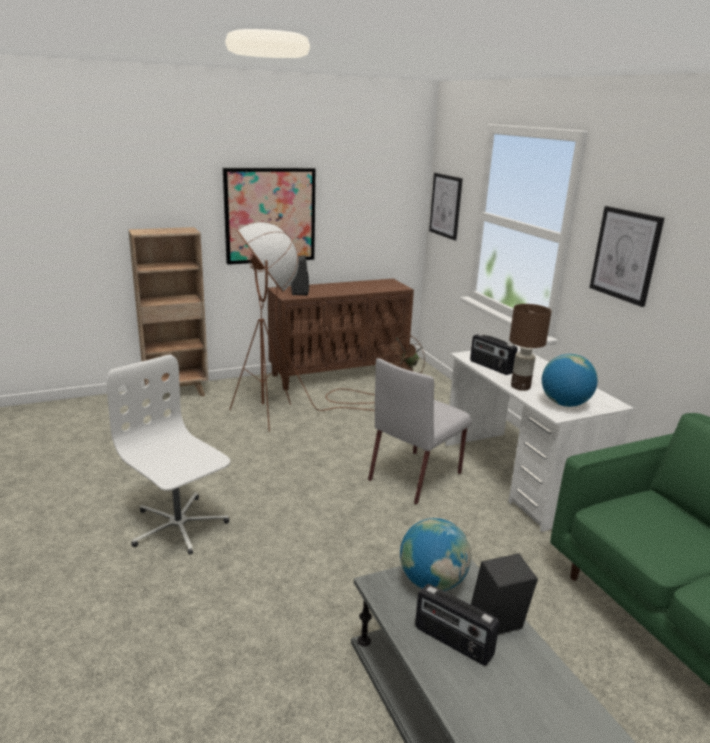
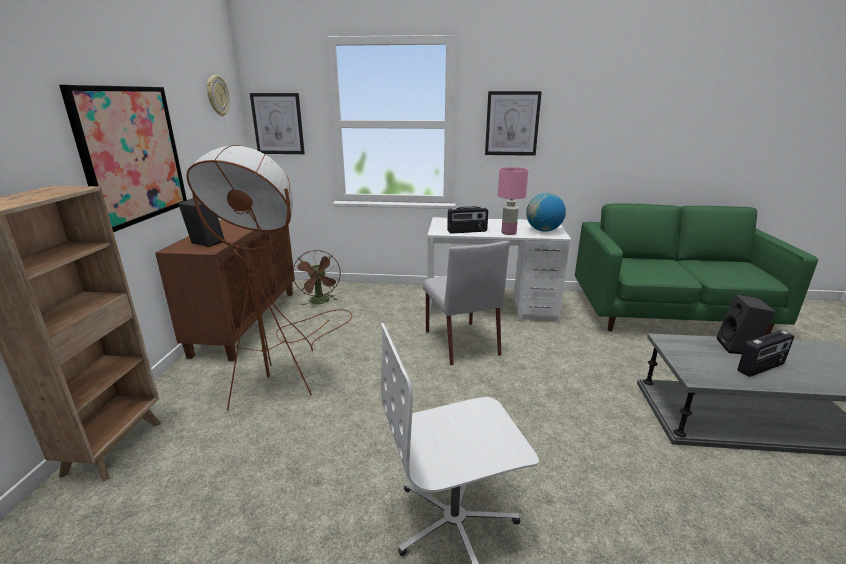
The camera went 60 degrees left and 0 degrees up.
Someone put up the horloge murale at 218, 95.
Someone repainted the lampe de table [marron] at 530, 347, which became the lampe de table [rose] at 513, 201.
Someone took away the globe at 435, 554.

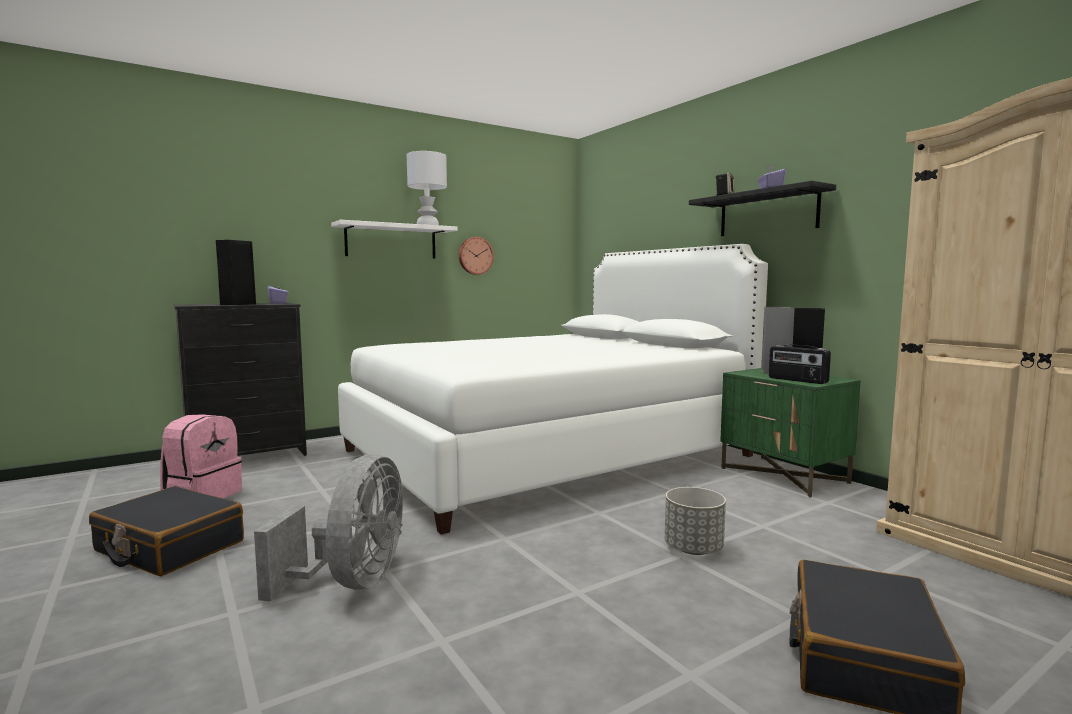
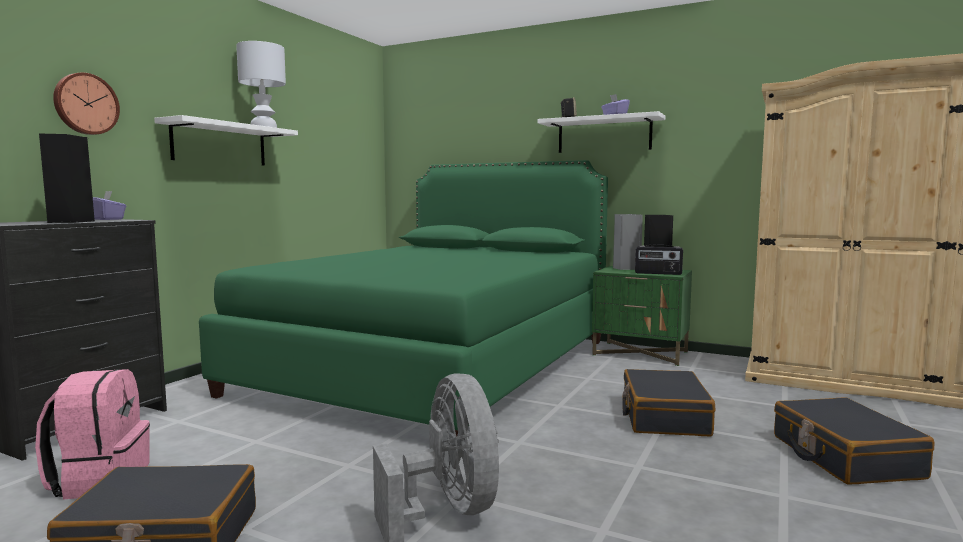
The camera went 30 degrees left and 0 degrees up.
Someone carried the horloge murale from 476, 256 to 86, 103.
Someone repainted the lit [blanc] at 553, 389, which became the lit [vert] at 403, 298.
Someone repainted the étagère [noir] at 762, 208, which became the étagère [blanc] at 601, 132.
Someone swapped the cache-pot [gris] at 695, 521 for the valise [noir] at 668, 402.

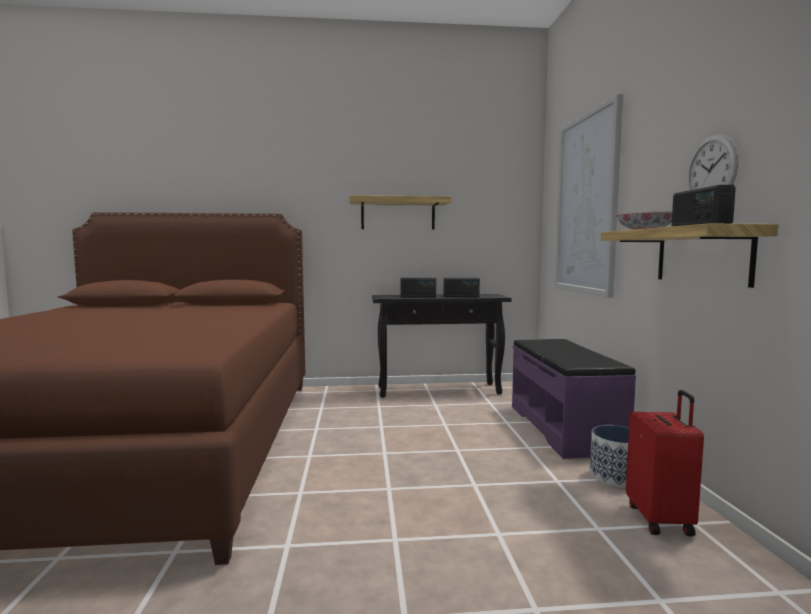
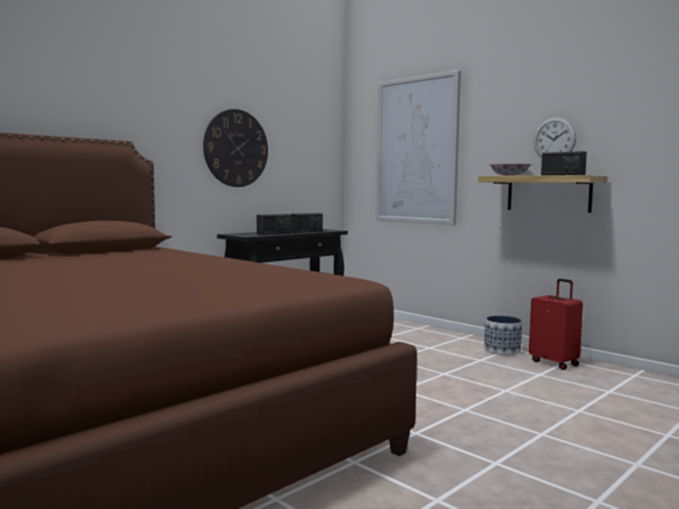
The camera went 40 degrees left and 0 degrees up.
Someone swapped the étagère at 400, 212 for the horloge murale at 235, 148.
Someone took away the banc [violet] at 574, 399.

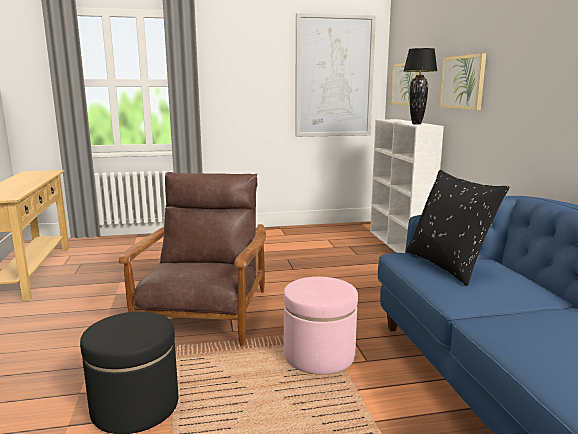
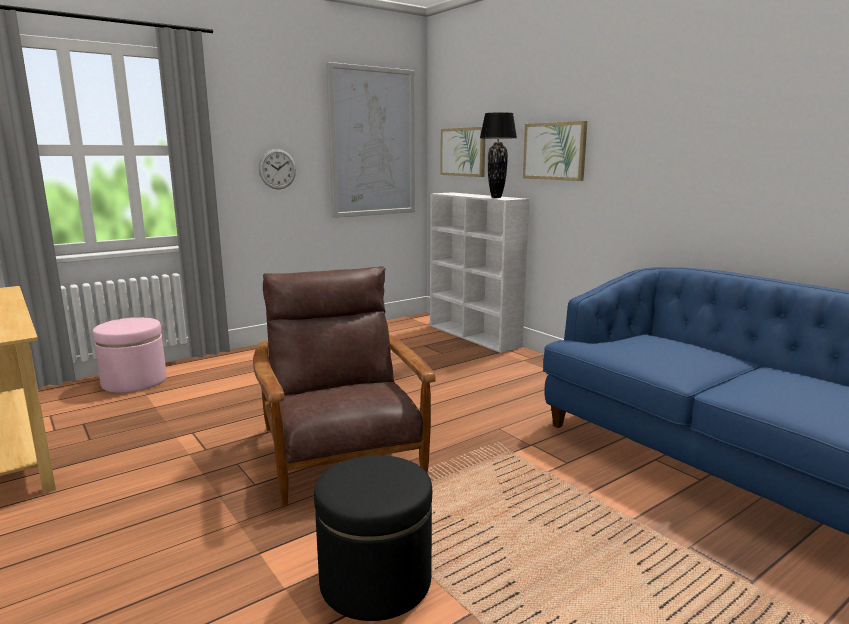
The camera went 25 degrees left and 0 degrees up.
Someone carried the pouf [rose] from 320, 326 to 129, 355.
Someone put up the horloge murale at 277, 169.
Someone took away the coussin [noir] at 457, 228.

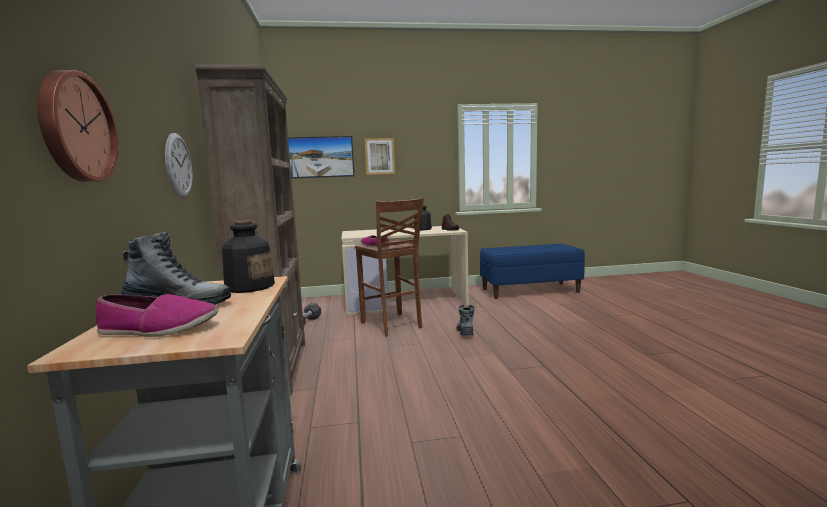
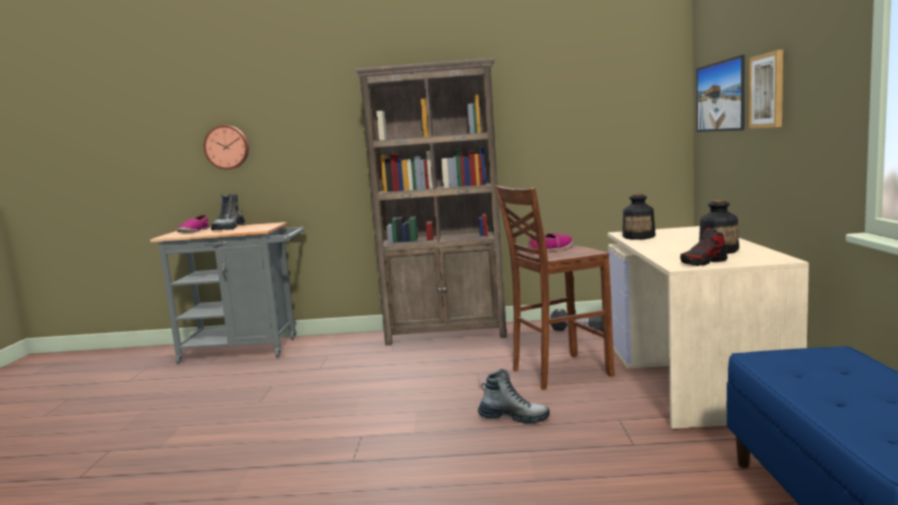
The camera went 100 degrees right and 0 degrees up.
Someone carried the bouteille from 248, 256 to 639, 217.
Someone took away the horloge murale at 179, 165.

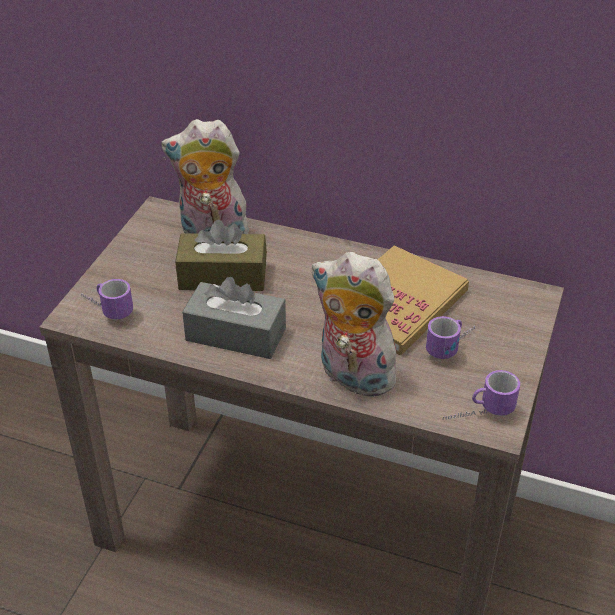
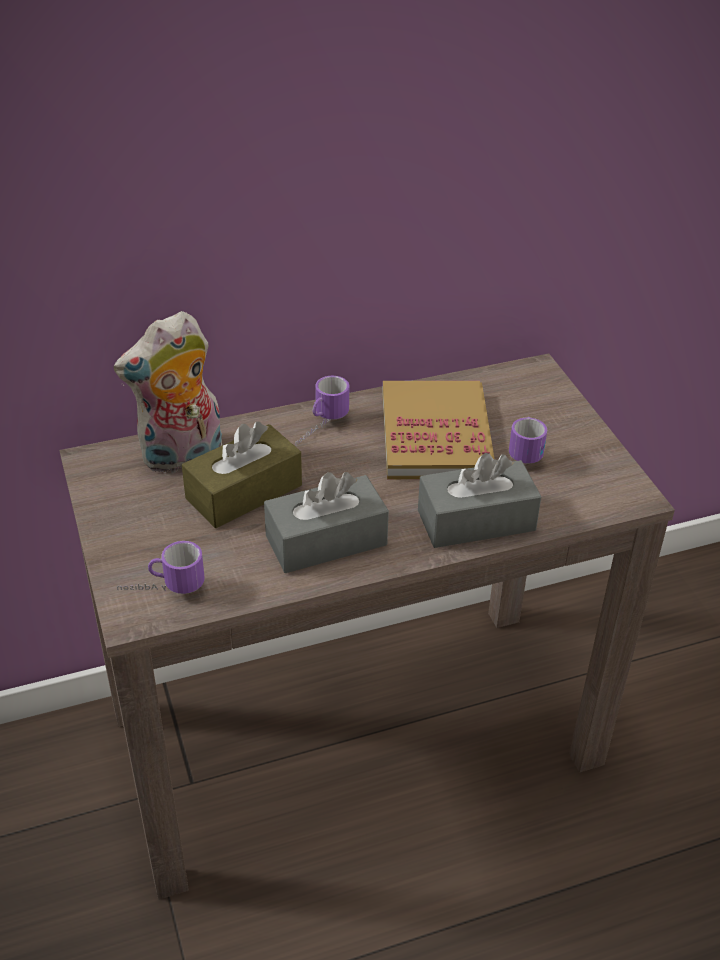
The camera went 40 degrees left and 0 degrees up.
Someone carried the mug from 481, 395 to 322, 411.
Someone swapped the peluche at 357, 324 for the boîte à mouchoirs [gris] at 480, 500.

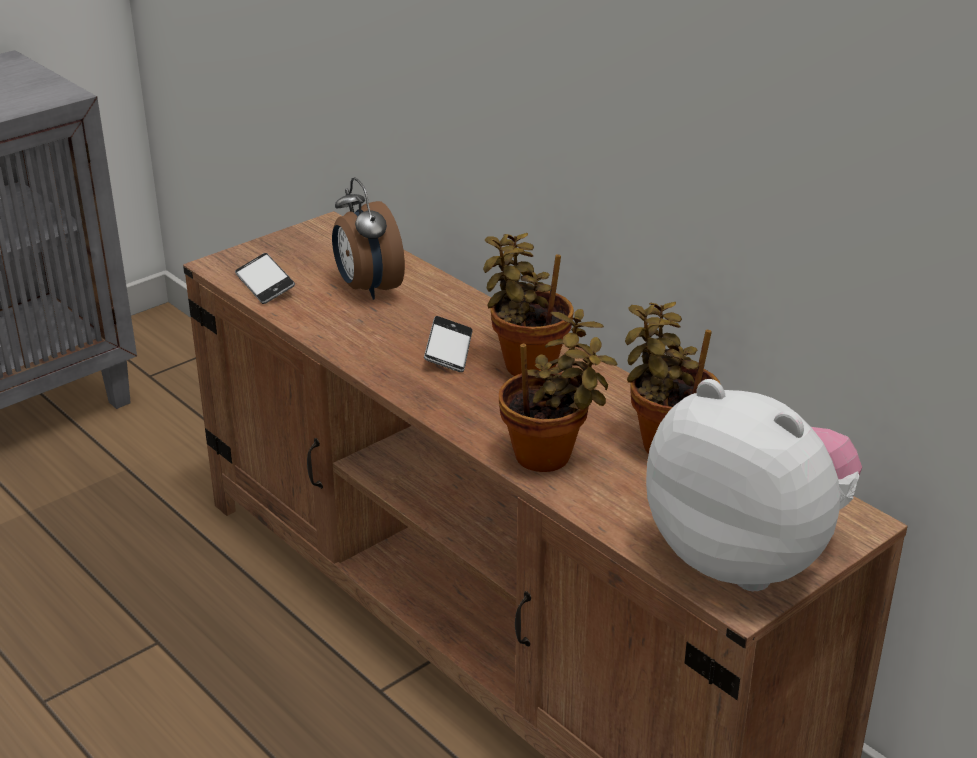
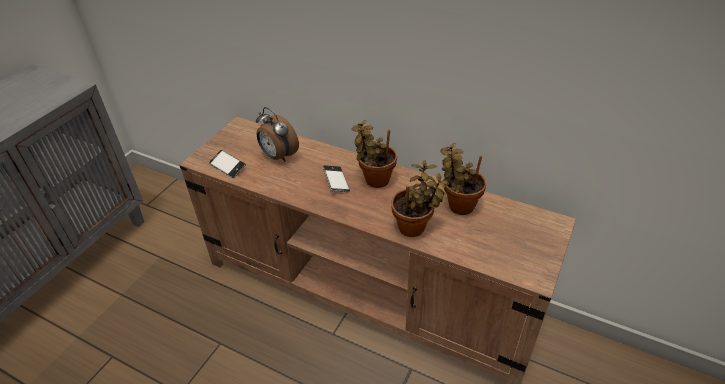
The camera went 20 degrees left and 10 degrees up.
Someone took away the peluche at 754, 485.

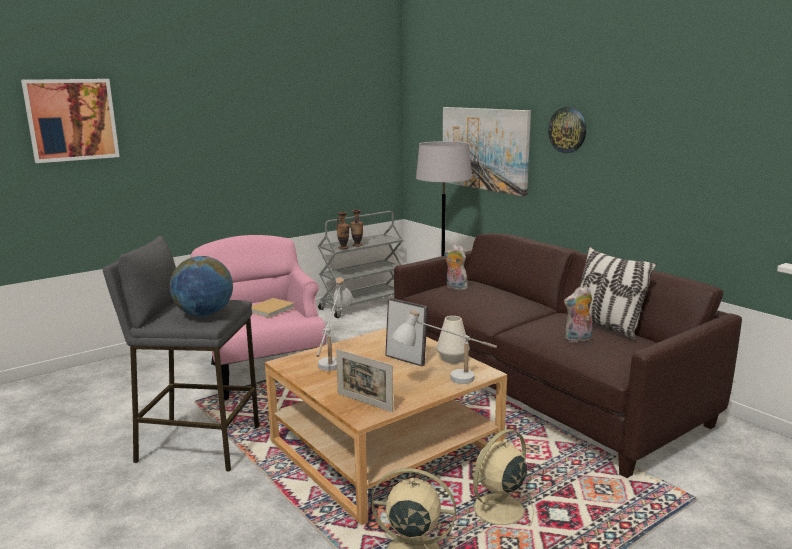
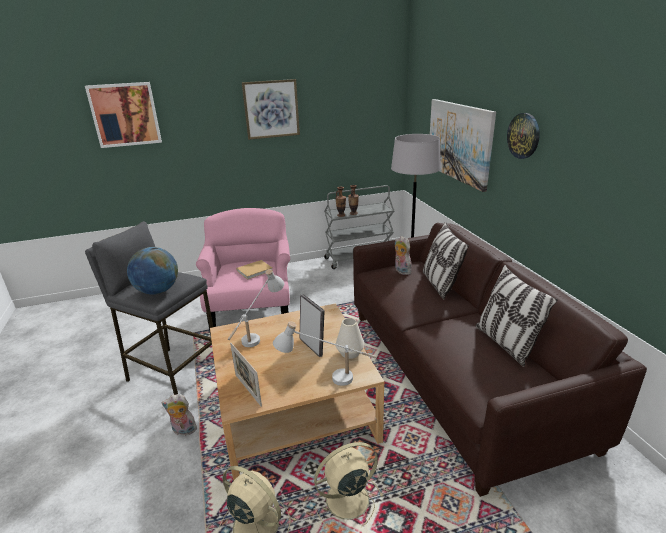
The camera went 20 degrees right and 10 degrees up.
Someone carried the peluche from 578, 314 to 179, 414.
Someone put up the tableau at 271, 109.
Someone put down the coussin at 446, 260.

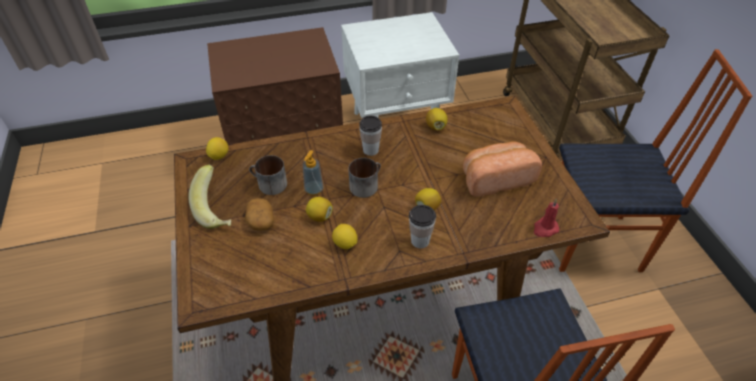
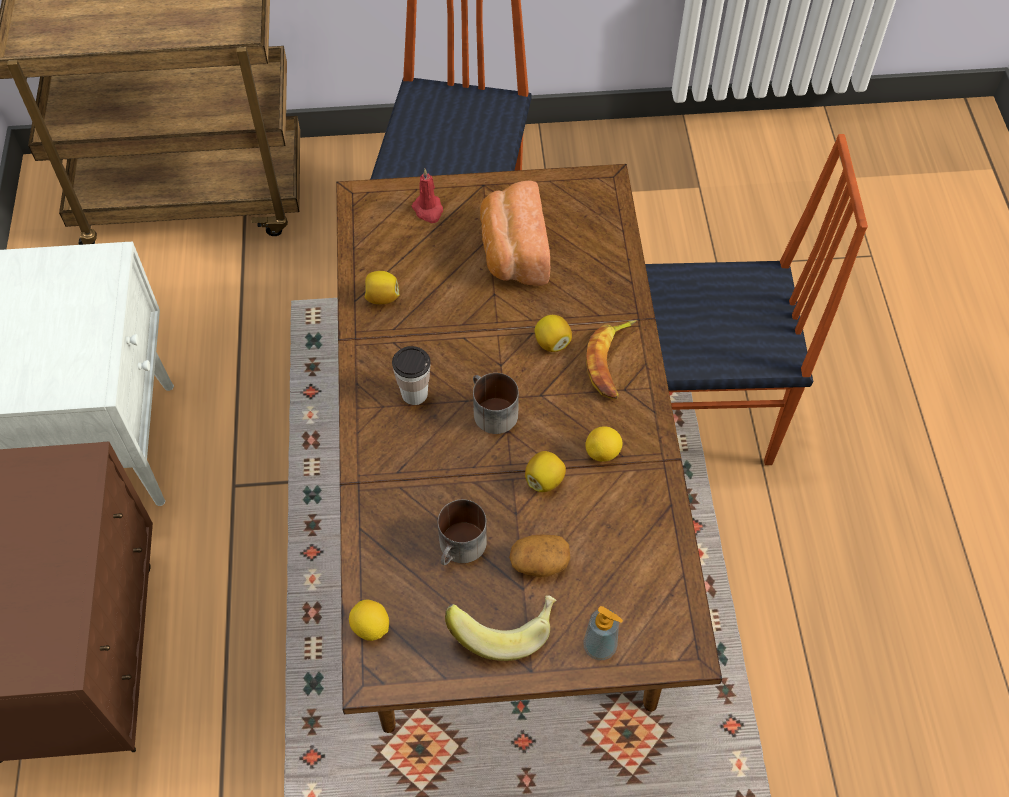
The camera went 80 degrees left and 10 degrees up.
Someone carried the bougie [rouge] from 546, 218 to 427, 196.
Someone carried the distributeur de savon from 313, 173 to 603, 633.
Someone swapped the tasse at 422, 227 for the banane at 611, 359.

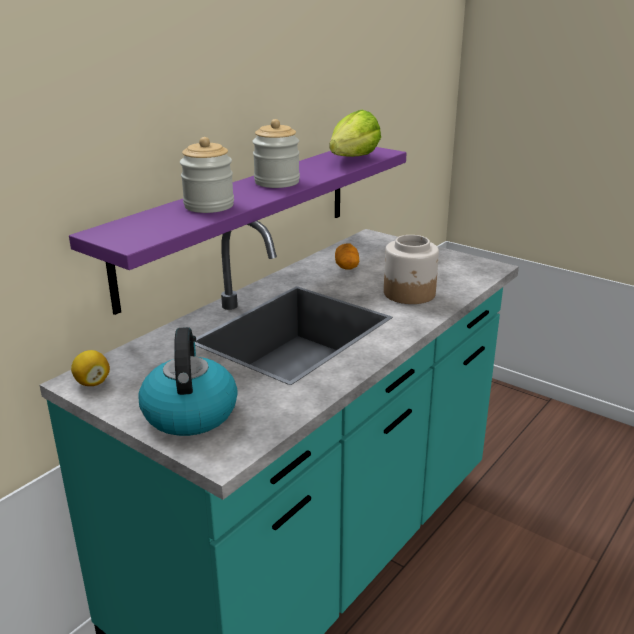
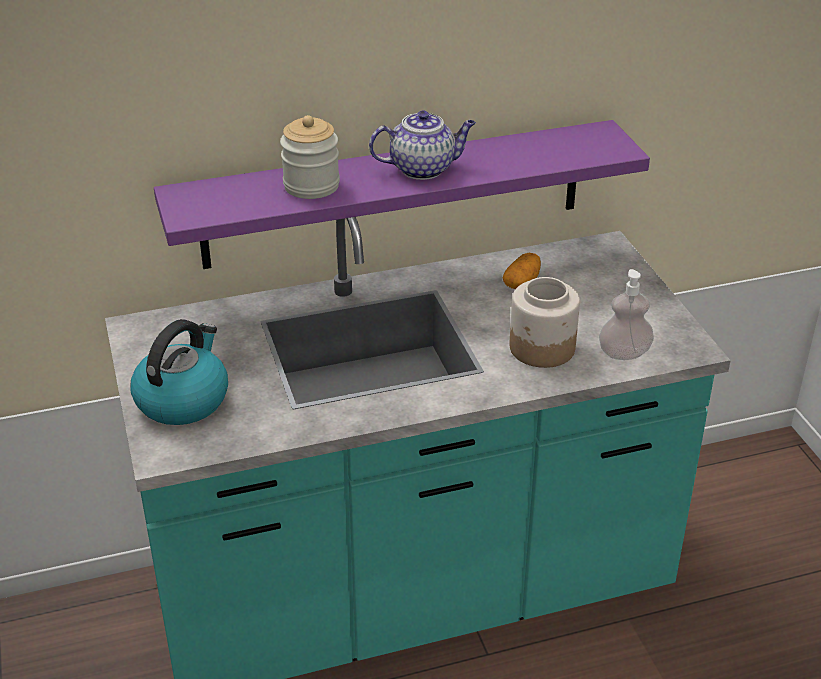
The camera went 35 degrees right and 10 degrees up.
Someone swapped the bocal at 276, 153 for the théière at 422, 145.
Someone put down the distributeur de savon at 626, 314.
Someone took away the citron at 90, 368.
Someone took away the laitue at 355, 133.

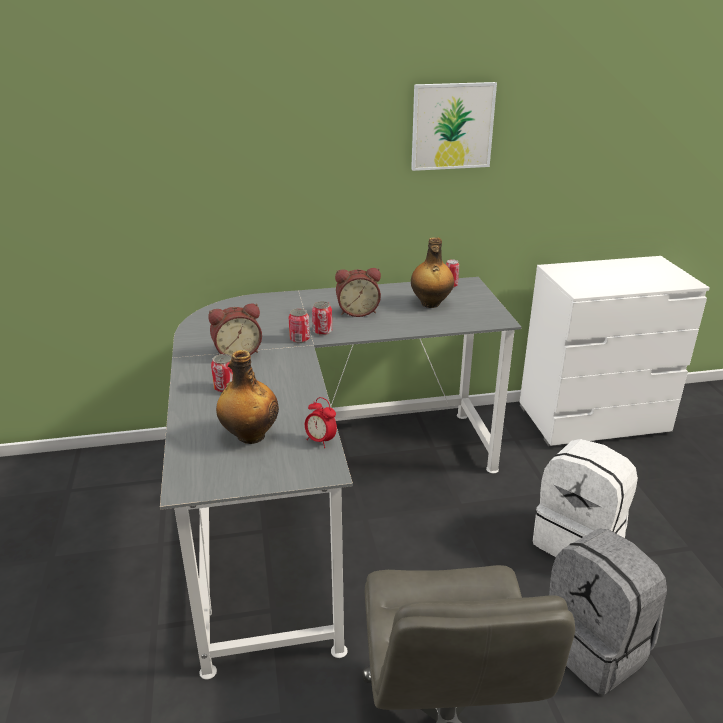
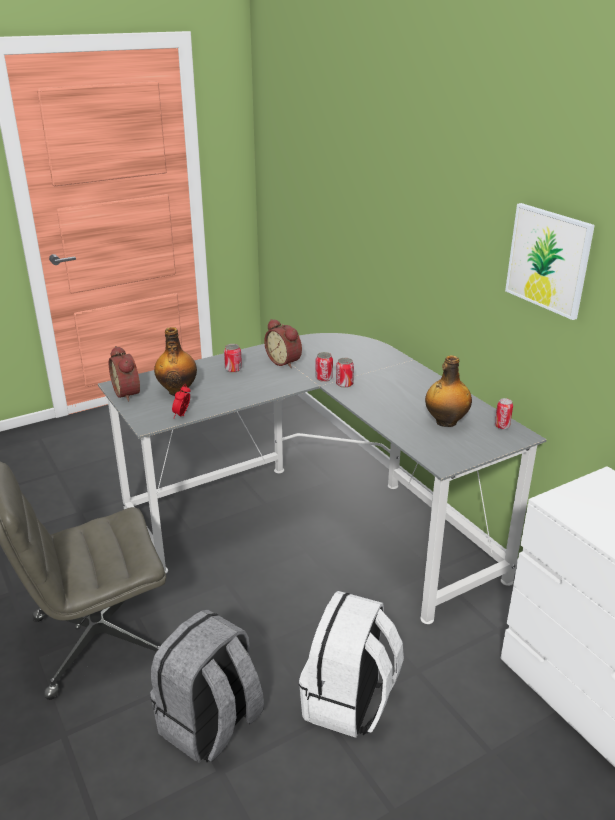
The camera went 70 degrees right and 0 degrees up.
Someone carried the réveil from 358, 292 to 124, 373.

